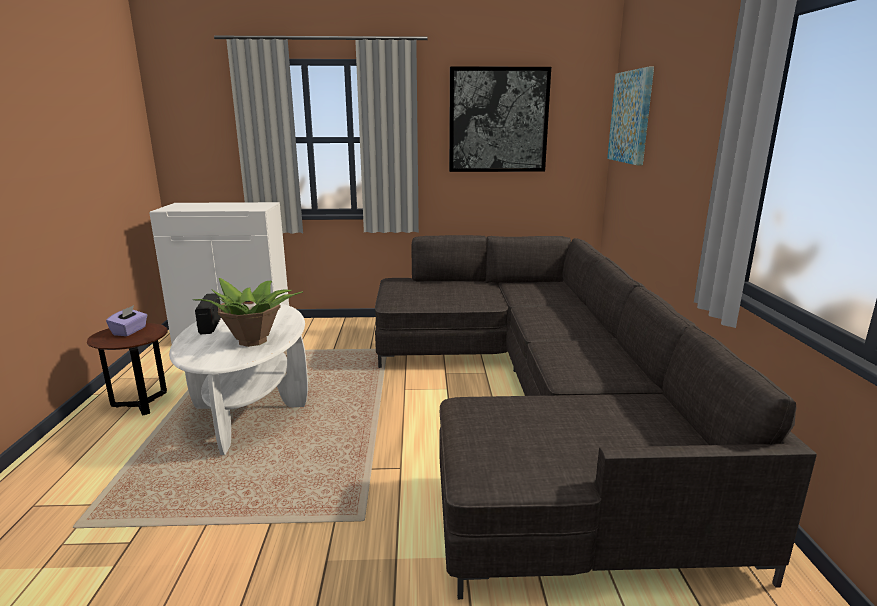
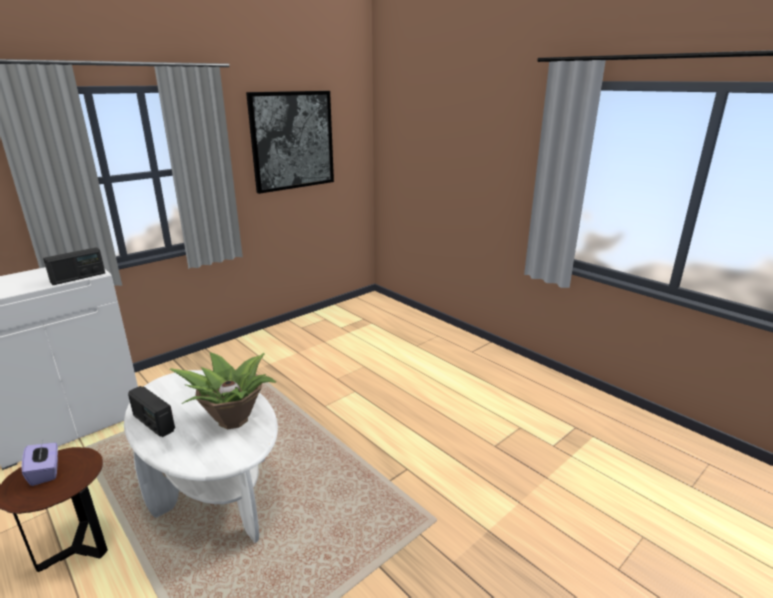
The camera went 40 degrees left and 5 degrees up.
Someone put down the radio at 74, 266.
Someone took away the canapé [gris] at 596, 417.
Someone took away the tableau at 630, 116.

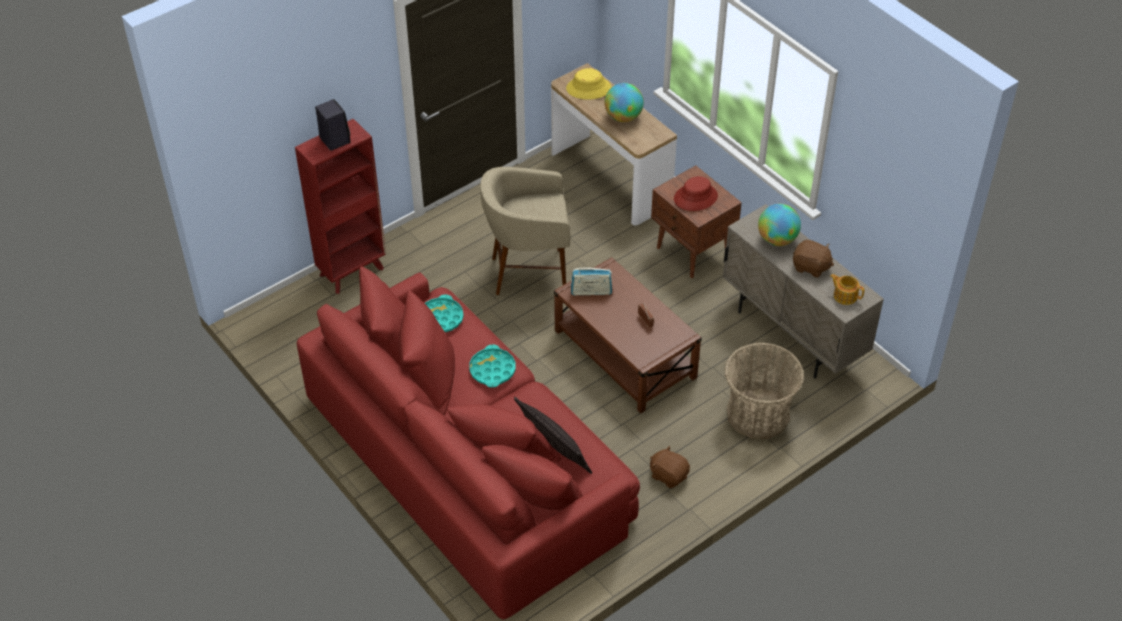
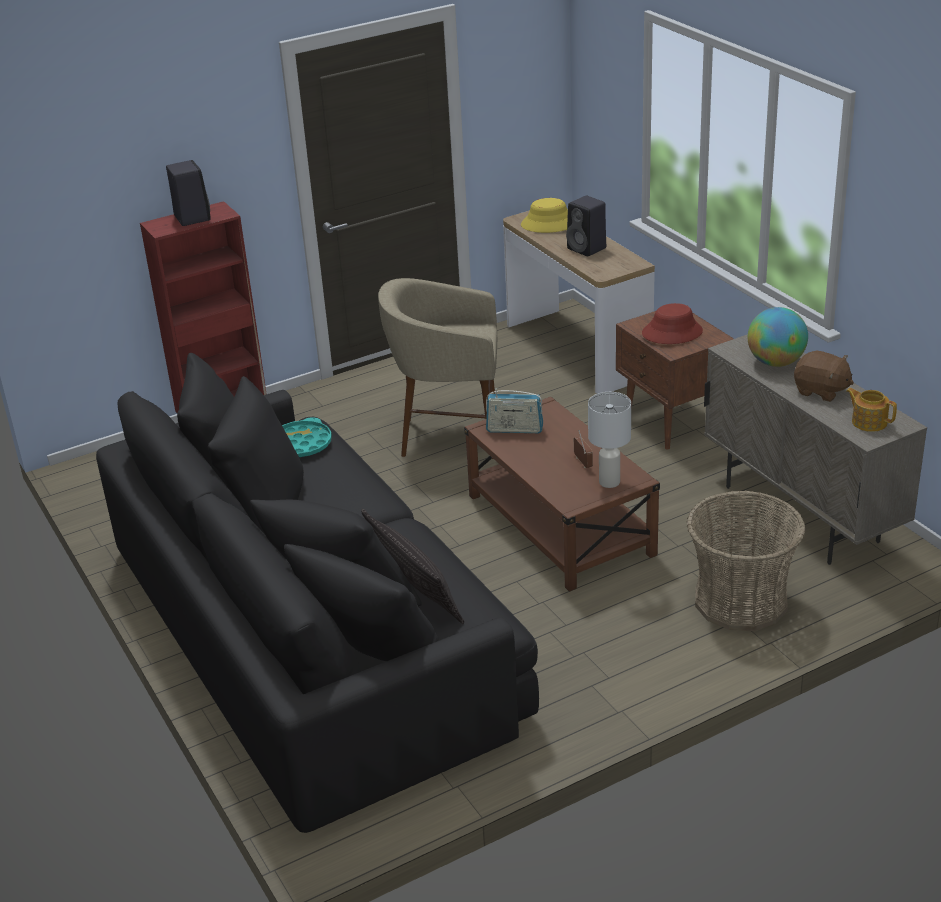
The camera went 10 degrees right and 15 degrees down.
Someone repainted the canapé [rouge] at 468, 443, which became the canapé [noir] at 317, 593.
Someone swapped the globe at 624, 102 for the enceinte [noir] at 586, 226.
Someone put down the lampe de table [blanc] at 609, 440.
Someone took away the plateau [turquoise] at 492, 366.
Someone took away the peluche [marron] at 670, 466.

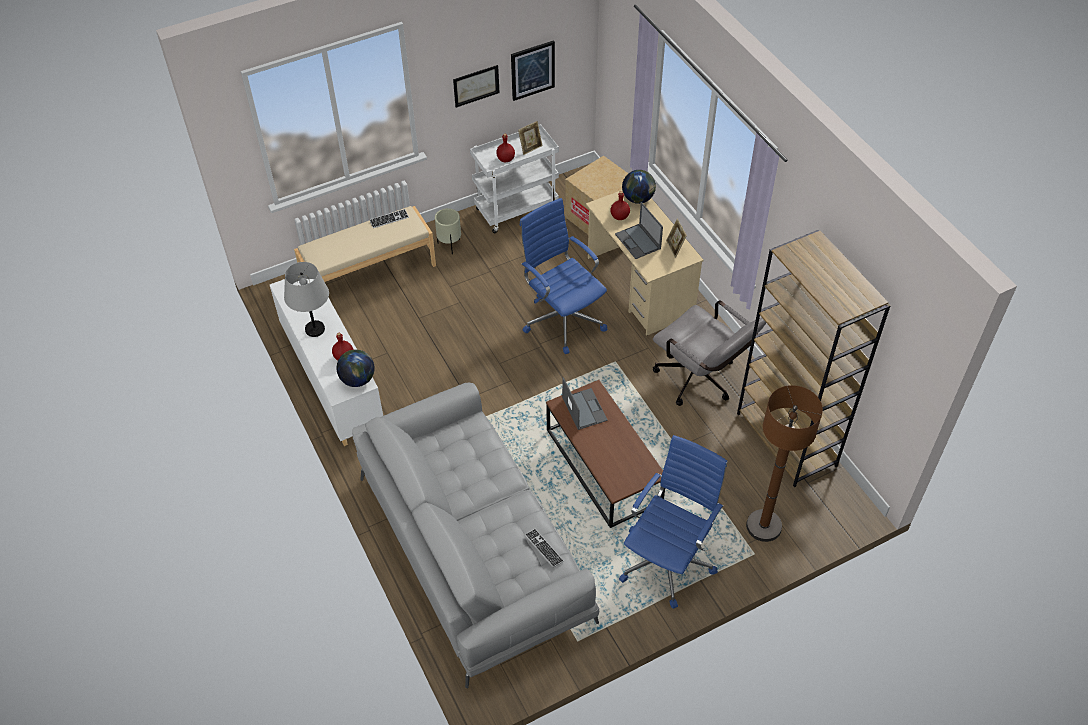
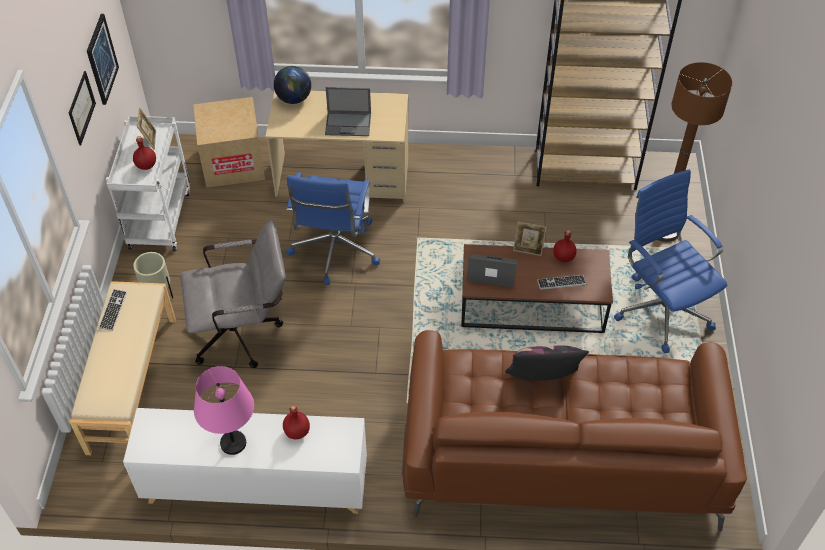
The camera went 60 degrees left and 0 degrees up.
Someone carried the chaise de bureau [gris] from 709, 353 to 233, 293.
Someone repainted the lampe de table [gris] at 306, 299, which became the lampe de table [rose] at 224, 410.
Someone rotated the chaise de bureau [bleu] at 563, 276 by 75 degrees counterclockwise.
Someone repainted the canapé [gris] at 475, 536, which became the canapé [marron] at 574, 431.
Someone put down the coussin at 547, 363.
Someone carried the cadre photo from 676, 238 to 530, 238.
Someone carried the clavier from 544, 548 to 562, 282.
Someone carried the bouteille [rouge] from 620, 205 to 564, 246.
Someone took away the globe at 356, 368.

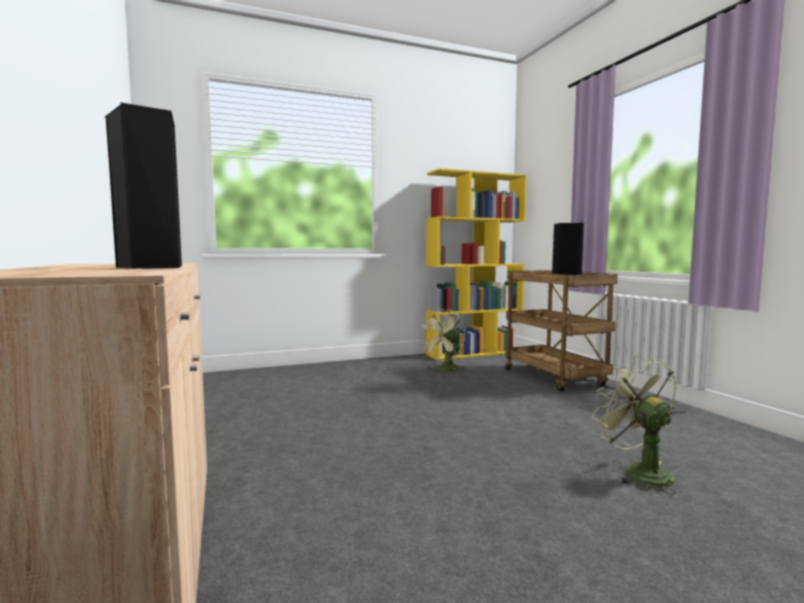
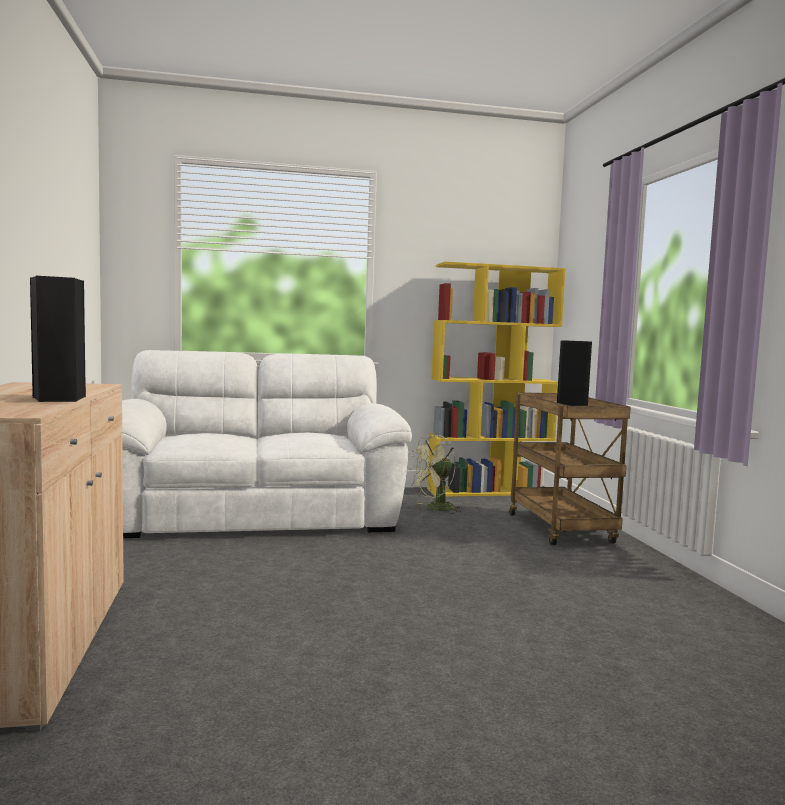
The camera went 10 degrees right and 0 degrees up.
Someone put down the canapé [blanc] at 266, 444.
Someone took away the ventilateur [vert] at 634, 425.

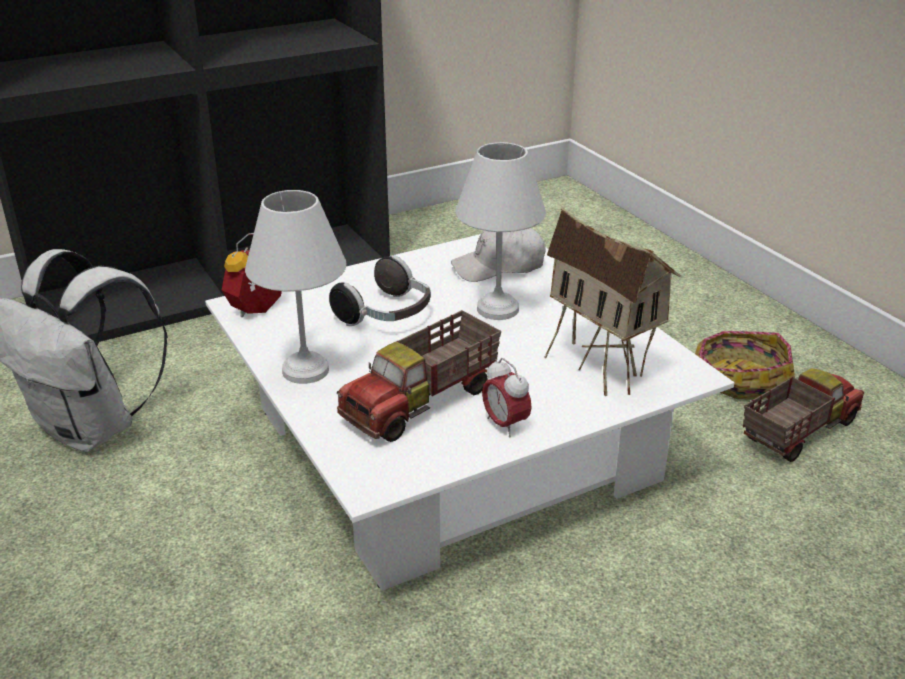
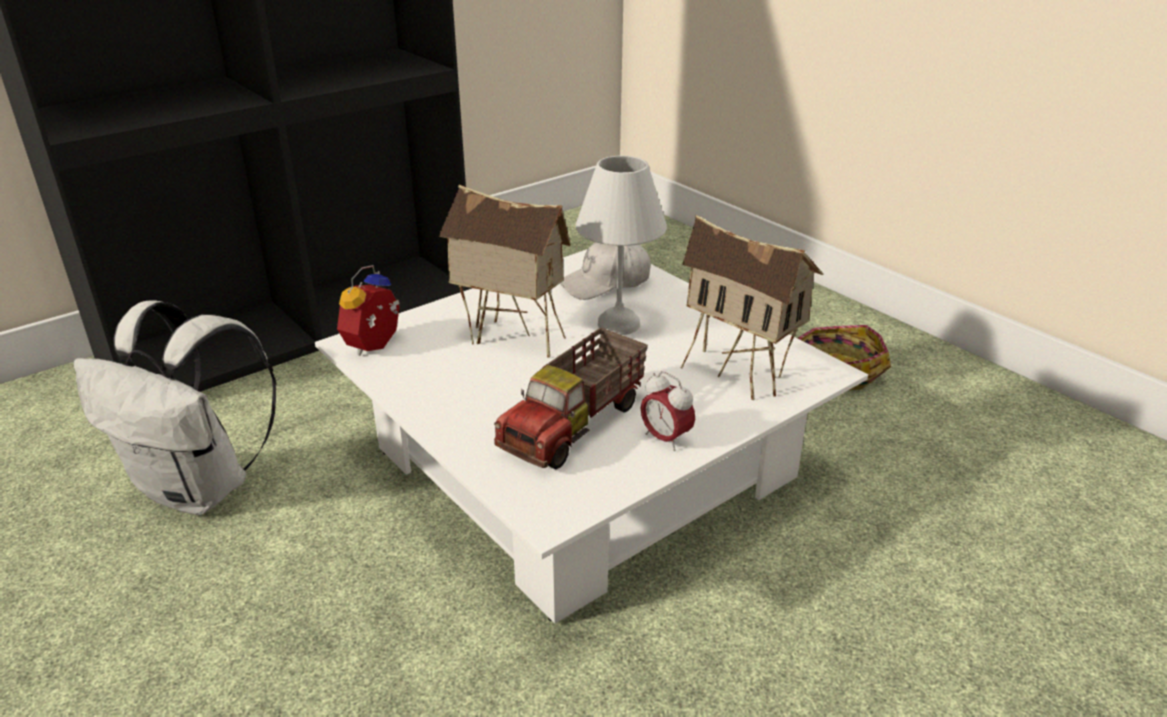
The camera went 10 degrees left and 0 degrees up.
Someone swapped the casque audio at 380, 290 for the maison miniature at 505, 271.
Someone took away the lampe de table [blanc] at 295, 287.
Someone took away the camion jouet at 803, 415.

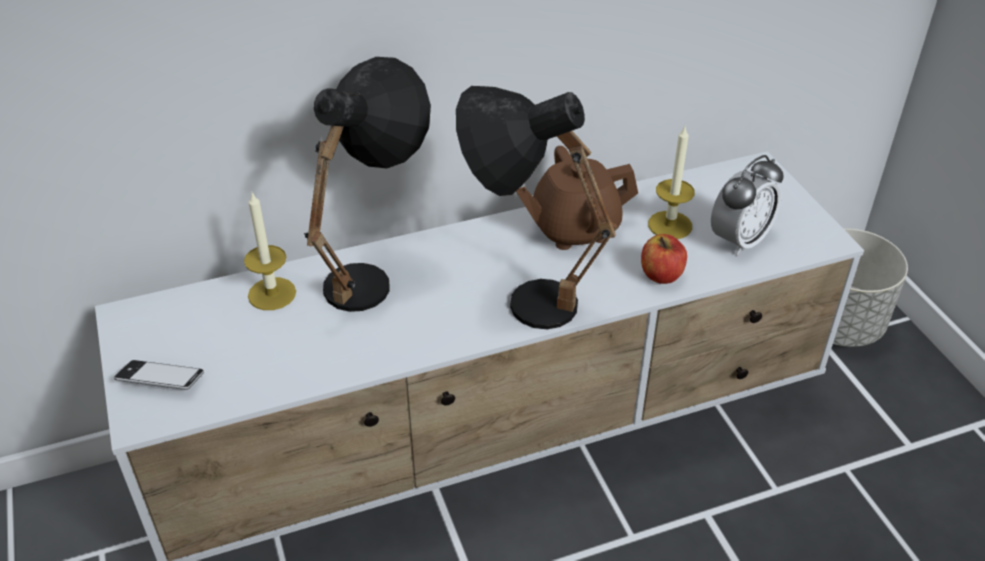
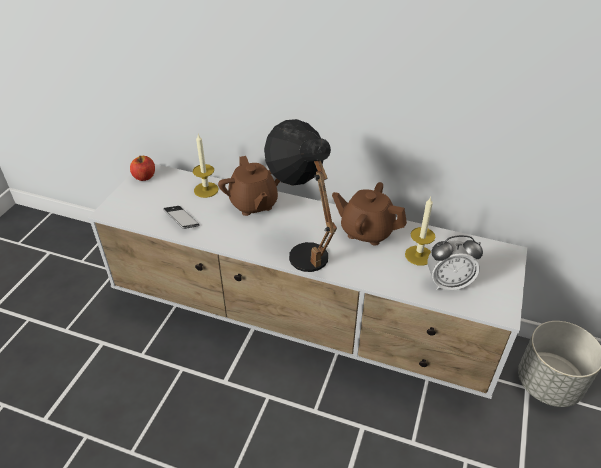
The camera went 40 degrees right and 0 degrees up.
Someone carried the pomme from 664, 259 to 142, 168.
Someone carried the téléphone from 159, 375 to 181, 217.
Someone swapped the lampe de table [noir] at 367, 184 for the théière [marron] at 249, 186.

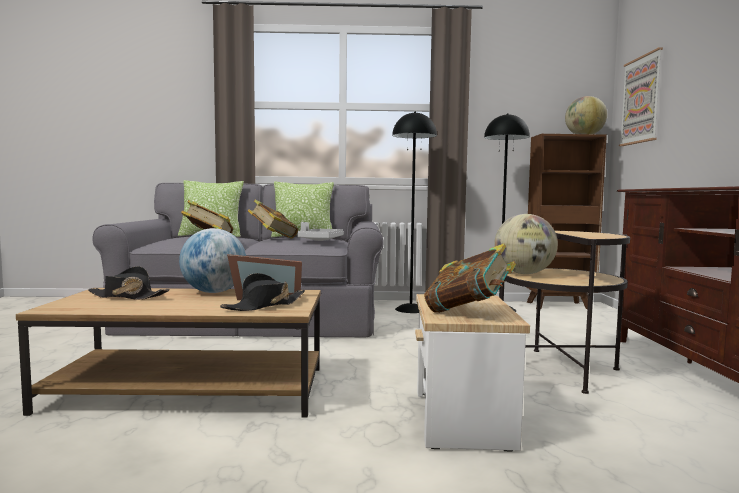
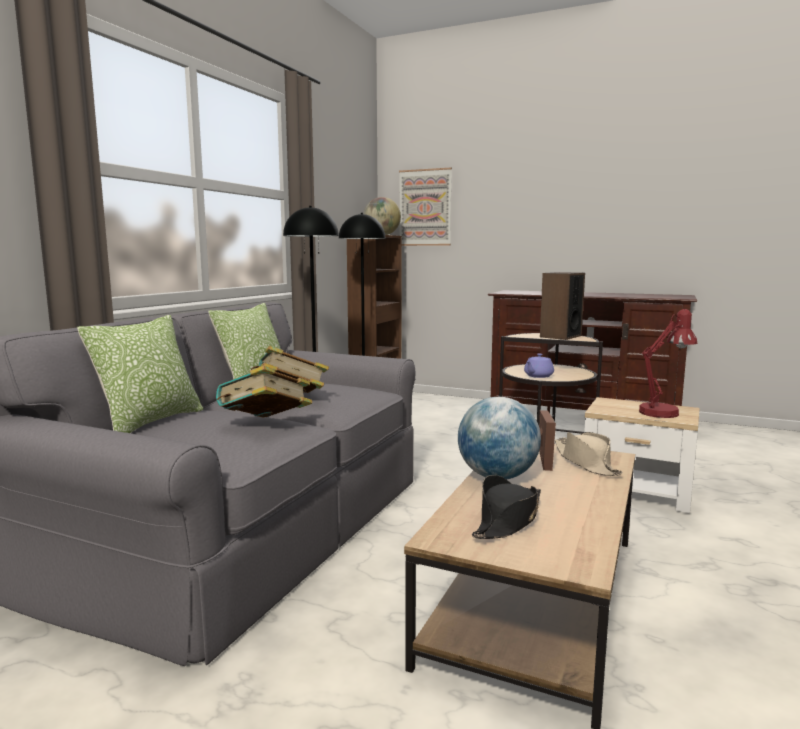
The camera went 65 degrees left and 5 degrees up.
Someone swapped the globe at 526, 244 for the théière [violet] at 539, 365.
Someone put down the enceinte at 562, 306.
Someone repainted the chapeau [noir] at 262, 292, which became the chapeau [beige] at 589, 454.
Someone swapped the livre at 470, 278 for the lampe de table [rouge] at 668, 363.
Someone took away the plateau [gris] at 320, 231.

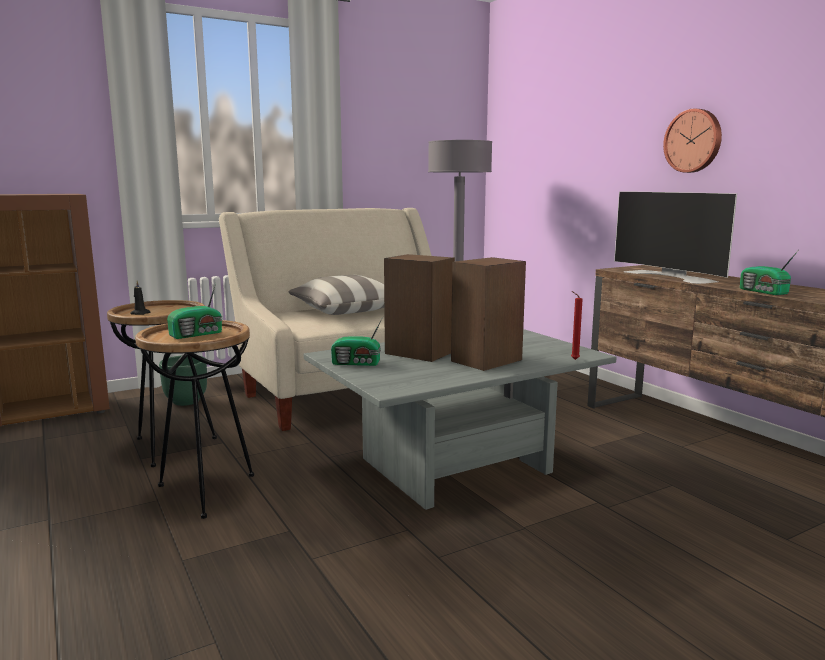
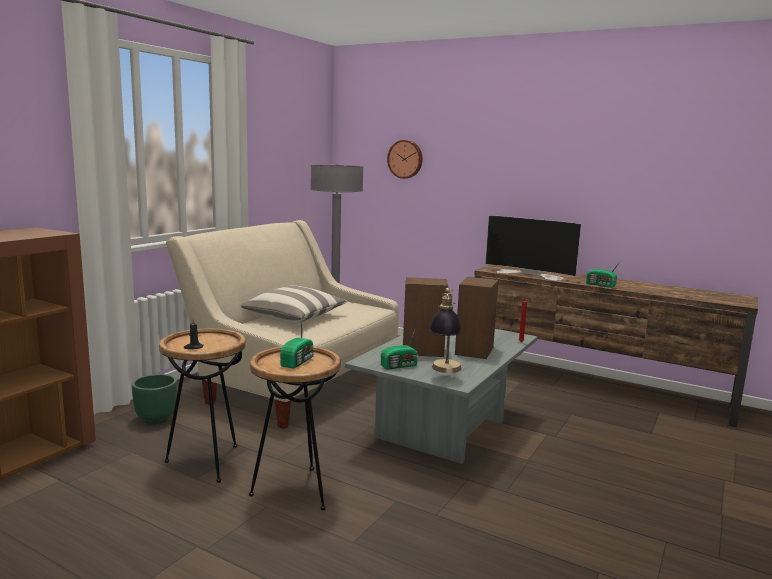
The camera went 30 degrees left and 0 degrees up.
Someone carried the horloge murale from 692, 141 to 405, 159.
Someone put down the lampe de table at 445, 330.

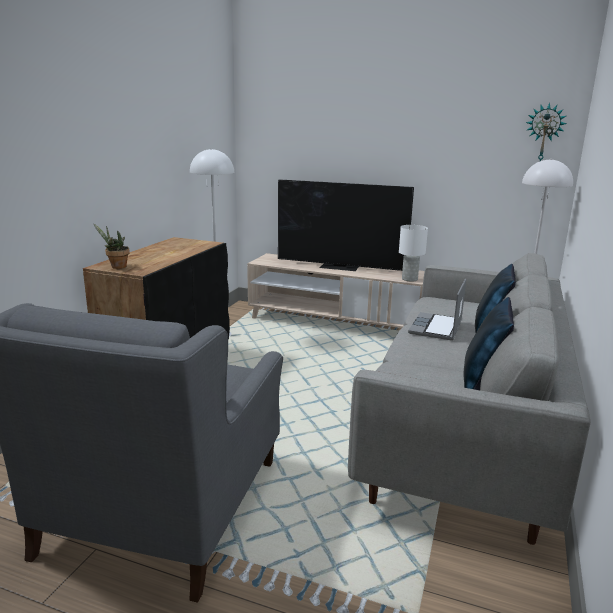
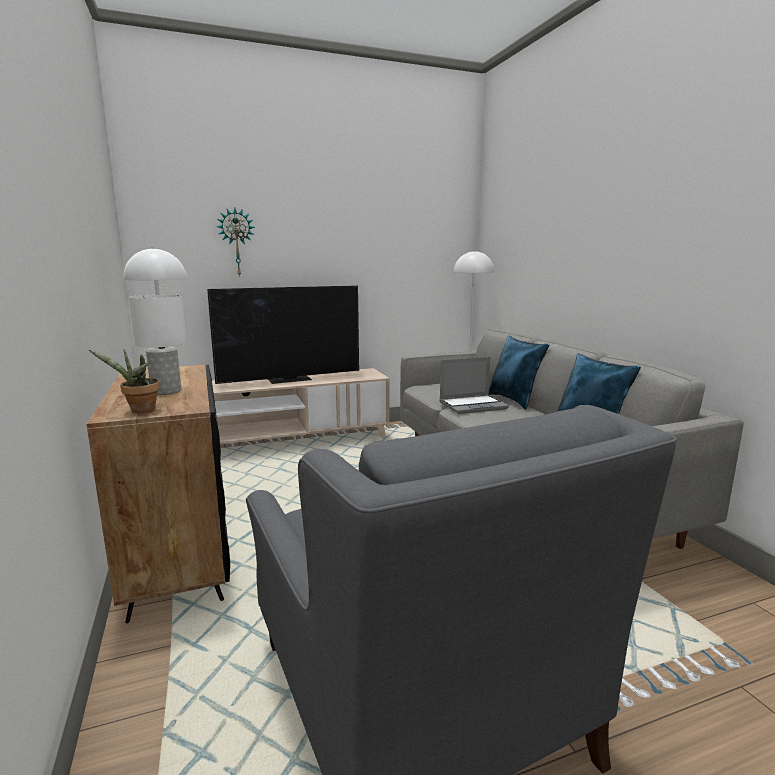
The camera went 40 degrees left and 5 degrees down.
Someone carried the lampe de table [blanc] from 413, 253 to 158, 345.
Someone carried the horloge murale from 546, 132 to 235, 242.
Someone rotated the ordinateur portable at 437, 310 by 90 degrees counterclockwise.

